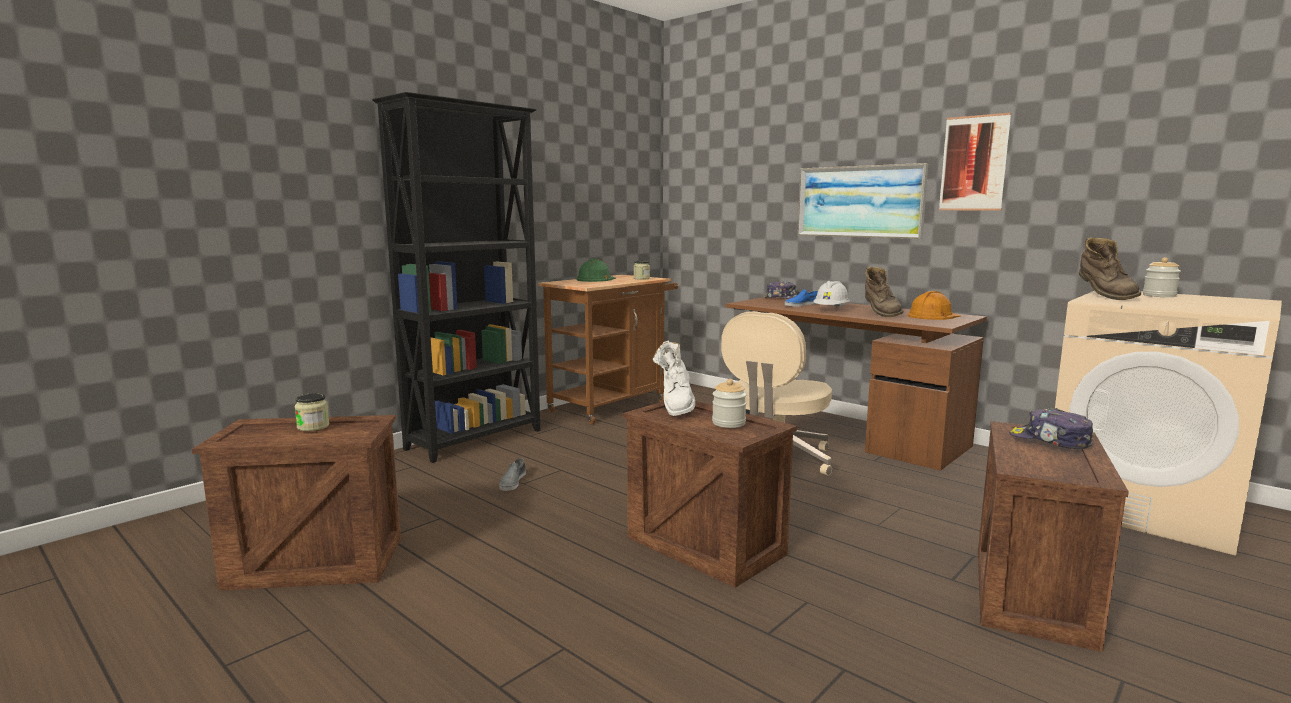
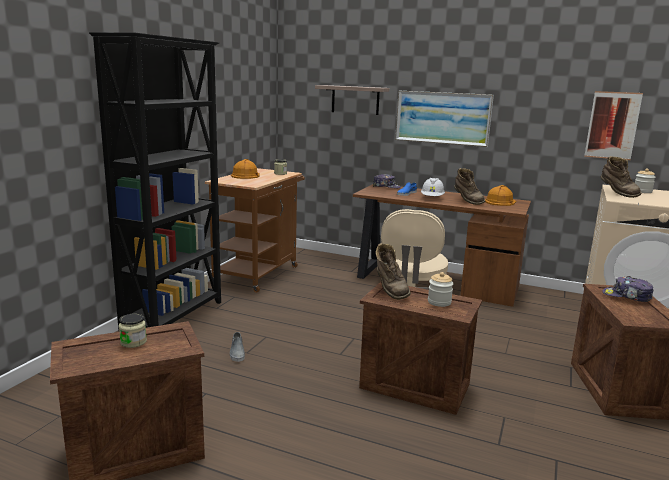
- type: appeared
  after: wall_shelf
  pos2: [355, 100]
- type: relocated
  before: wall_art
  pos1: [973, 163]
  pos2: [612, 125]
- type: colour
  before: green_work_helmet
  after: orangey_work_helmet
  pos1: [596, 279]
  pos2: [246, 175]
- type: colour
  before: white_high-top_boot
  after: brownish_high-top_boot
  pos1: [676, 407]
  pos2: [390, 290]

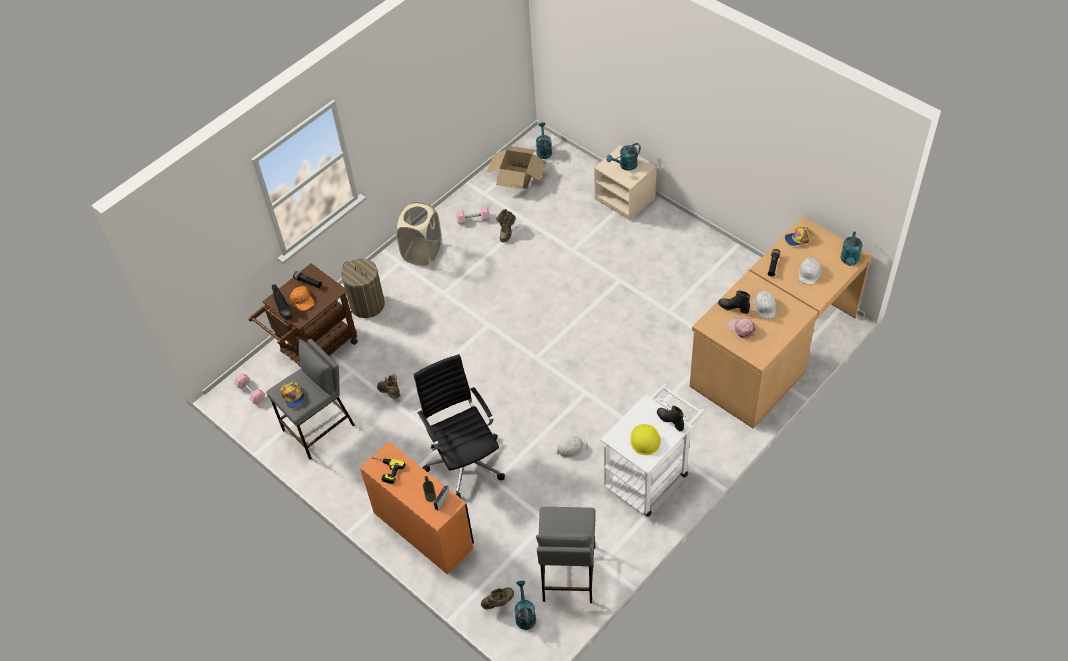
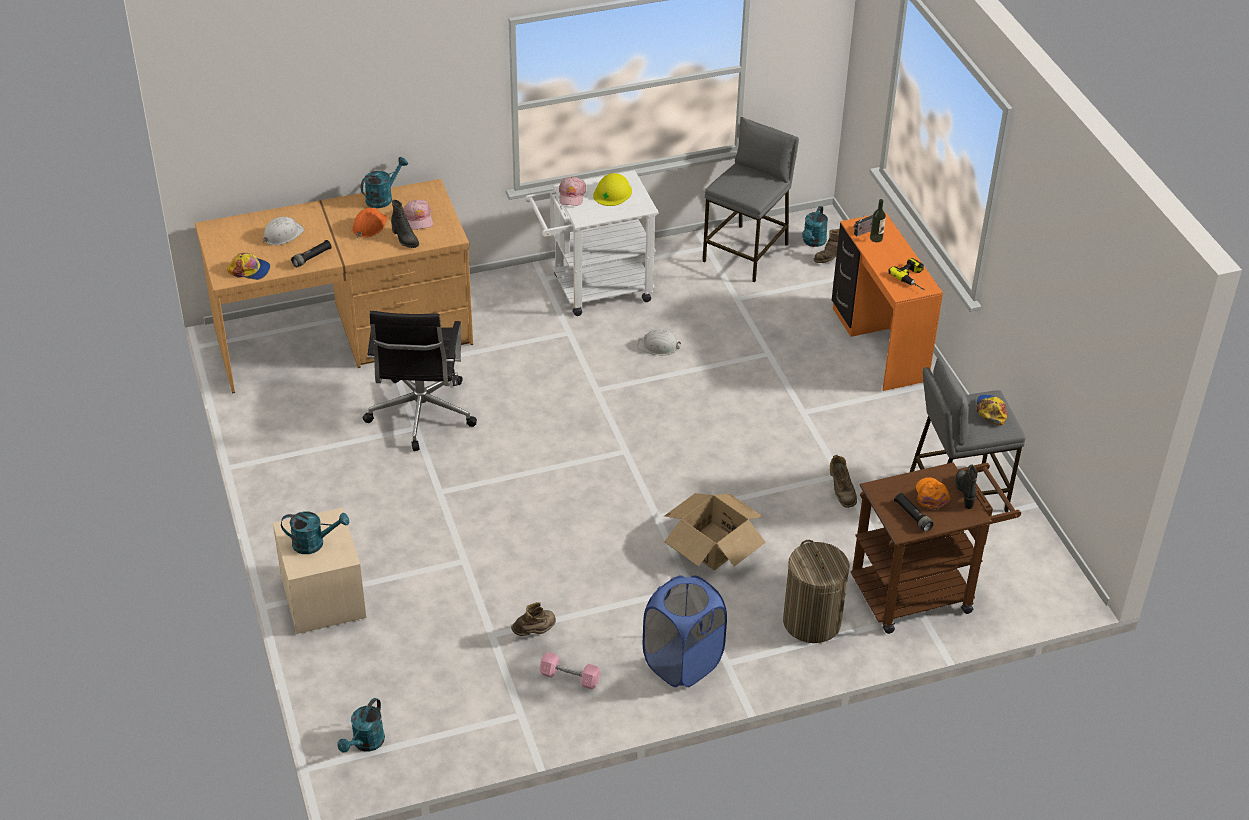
- type: missing
  before: pink_dumbbell
  pos1: [251, 392]
- type: relocated
  before: blackish_computer_chair
  pos1: [464, 461]
  pos2: [420, 415]
- type: relocated
  before: cardboard_box
  pos1: [517, 177]
  pos2: [712, 545]
- type: relocated
  before: blue-green_sprinkling_can
  pos1: [849, 260]
  pos2: [383, 198]
- type: exchanged
  before: blackish_high-top_boot
  after: pink_baseball_cap
  pos1: [670, 421]
  pos2: [572, 195]
- type: colour
  before: sand-coloured_washing_basket
  after: bluish_washing_basket
  pos1: [422, 252]
  pos2: [682, 662]
- type: colour
  before: white_work_helmet
  after: orangey_work_helmet
  pos1: [765, 306]
  pos2: [369, 226]

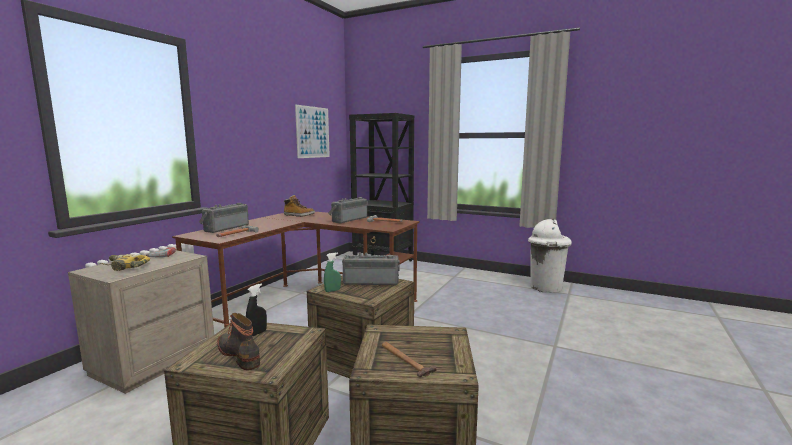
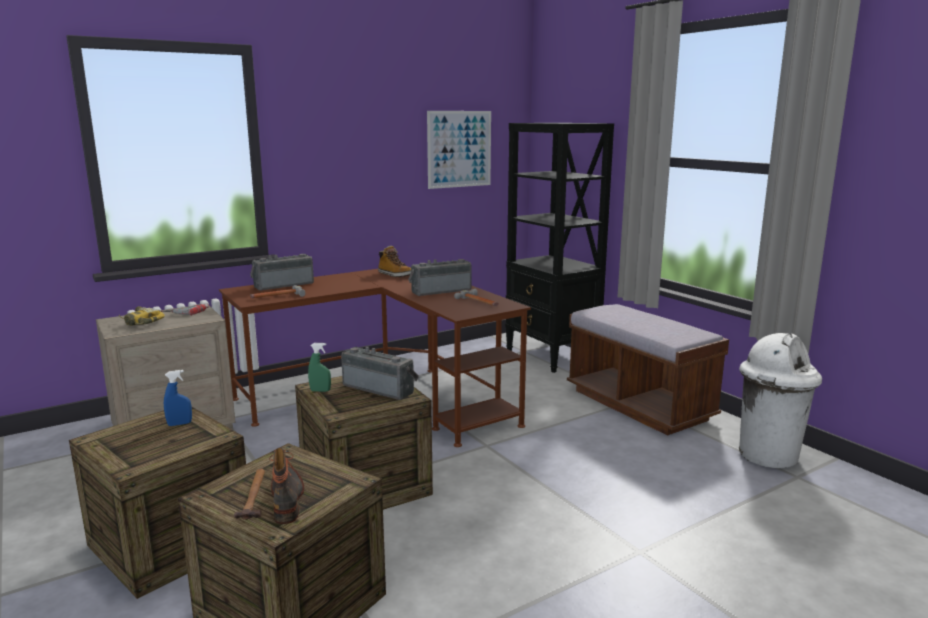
- type: appeared
  after: brownish_indoor_bench
  pos2: [638, 405]
- type: relocated
  before: high-top_boot
  pos1: [240, 354]
  pos2: [287, 499]
- type: colour
  before: blackish_sprayer
  after: bluish_sprayer
  pos1: [257, 333]
  pos2: [179, 424]

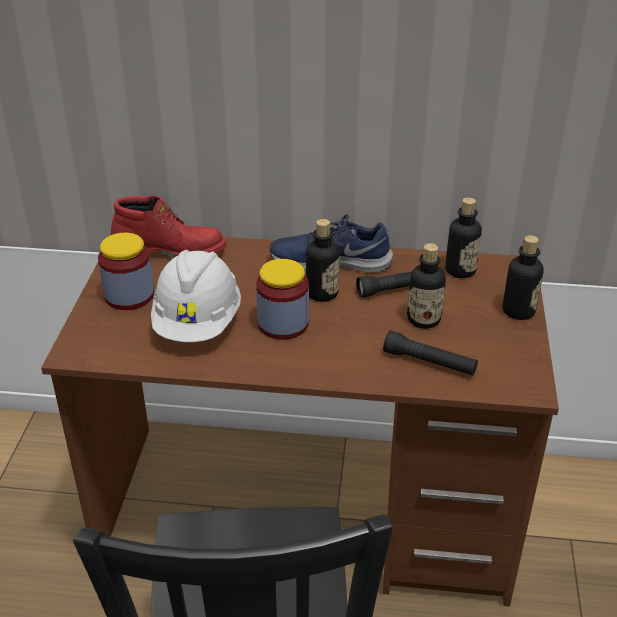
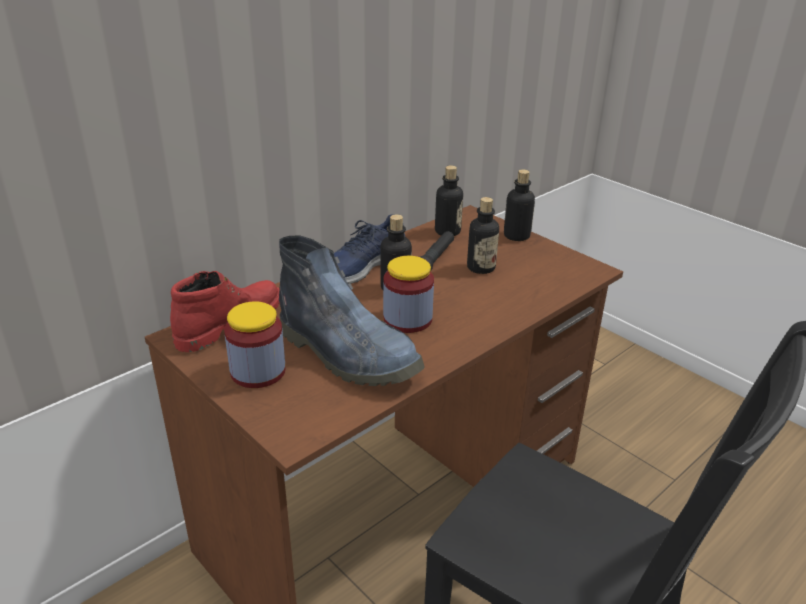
- type: missing
  before: blackish_torch
  pos1: [429, 362]
- type: exchanged
  before: white_work_helmet
  after: high-top_boot
  pos1: [198, 323]
  pos2: [349, 355]

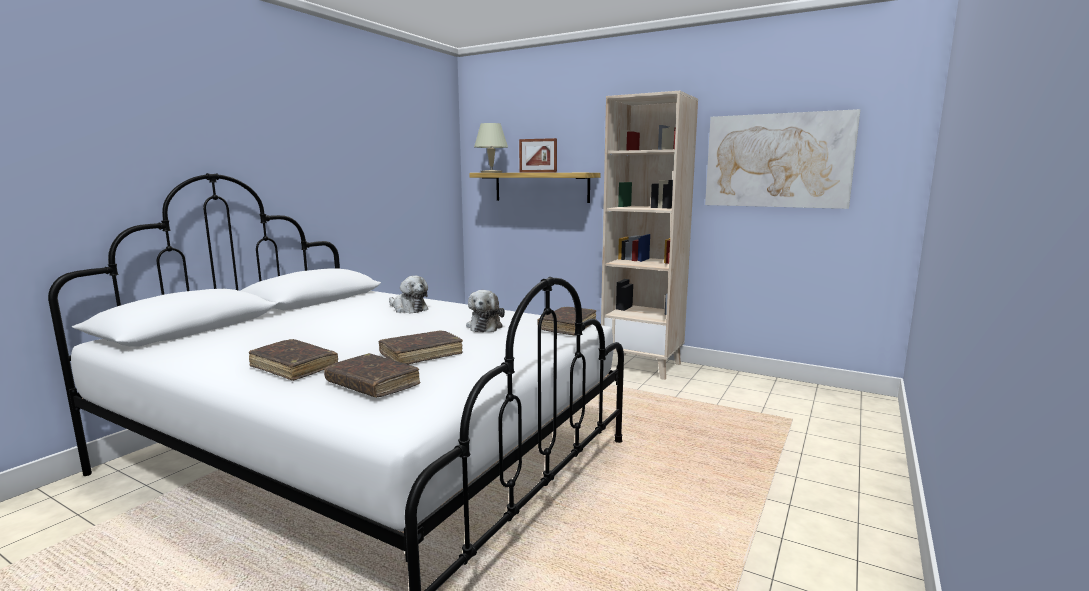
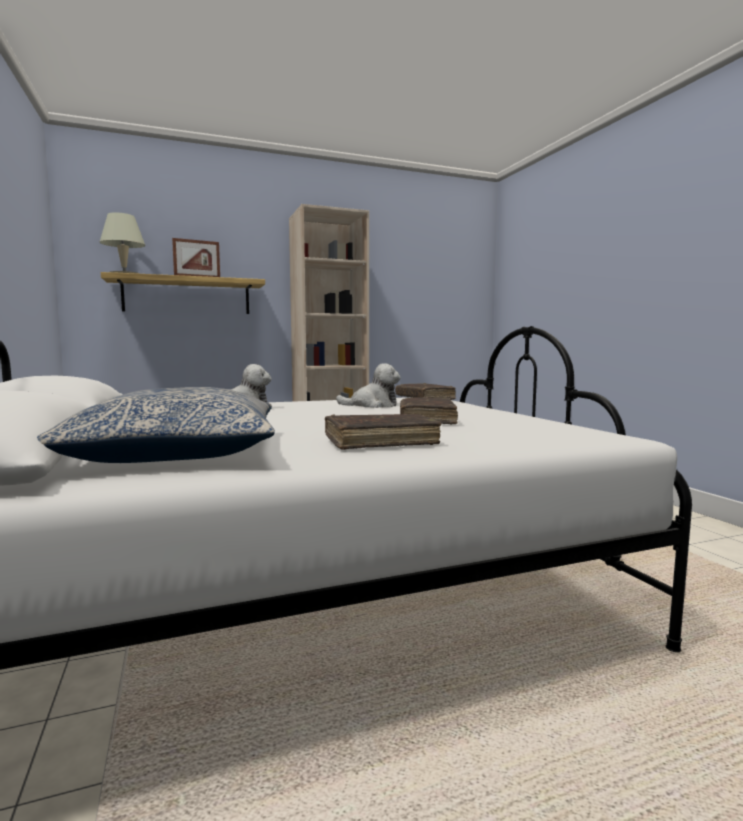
- type: missing
  before: brownish_volume
  pos1: [372, 384]
- type: missing
  before: wall_art
  pos1: [777, 160]
- type: appeared
  after: cushion
  pos2: [177, 452]
- type: spun
  before: cuddly_toy
  pos1: [485, 326]
  pos2: [372, 405]
  turn: -45

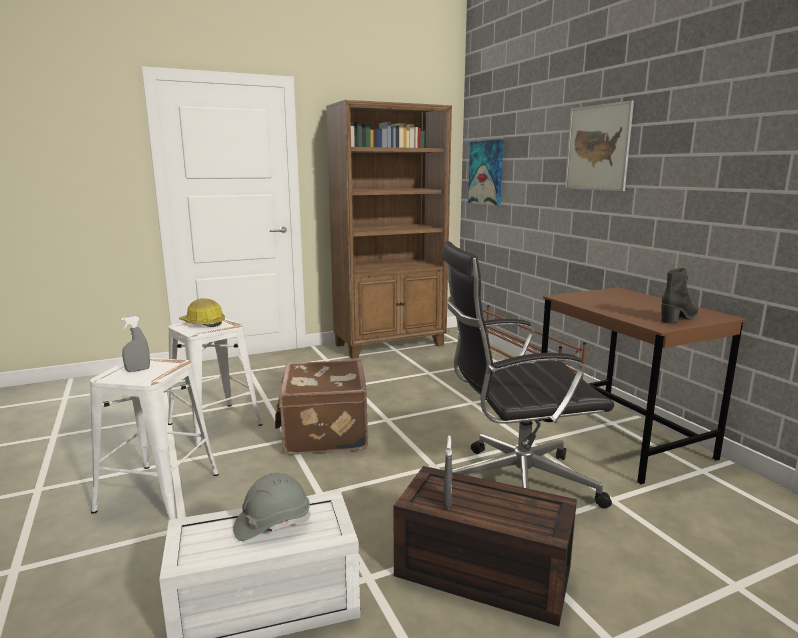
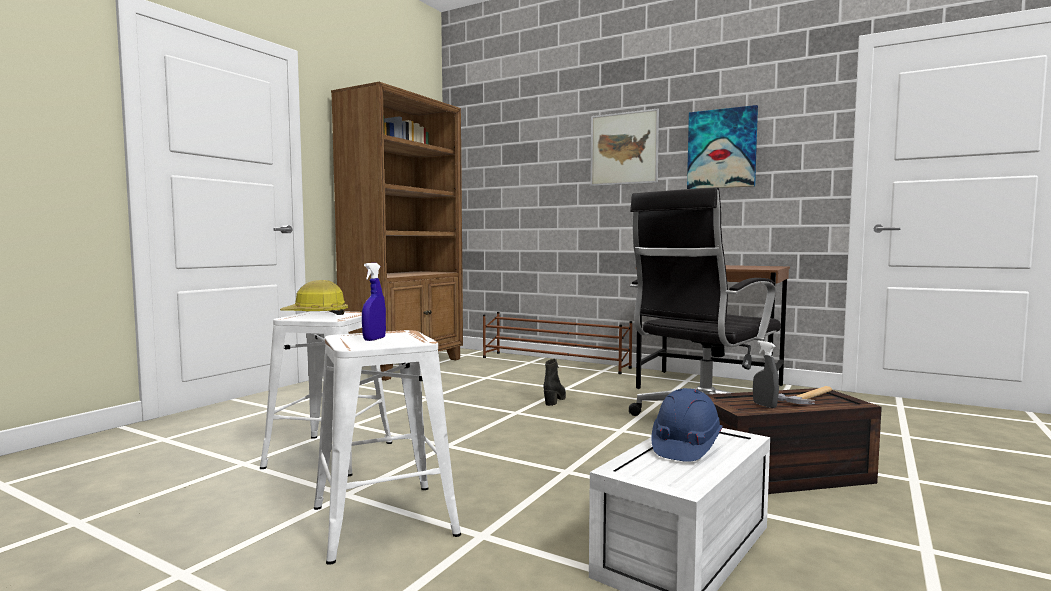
- type: missing
  before: brownish_piece_of_luggage
  pos1: [323, 433]
- type: appeared
  after: hand_hammer
  pos2: [811, 398]
- type: relocated
  before: wall_art
  pos1: [486, 173]
  pos2: [722, 149]
- type: relocated
  before: blackish_high-top_boot
  pos1: [679, 318]
  pos2: [555, 399]
- type: colour
  before: greyish_sprayer
  after: bluish_sprayer
  pos1: [138, 370]
  pos2: [374, 339]
- type: colour
  before: greyish_work_helmet
  after: bluish_work_helmet
  pos1: [272, 523]
  pos2: [685, 447]

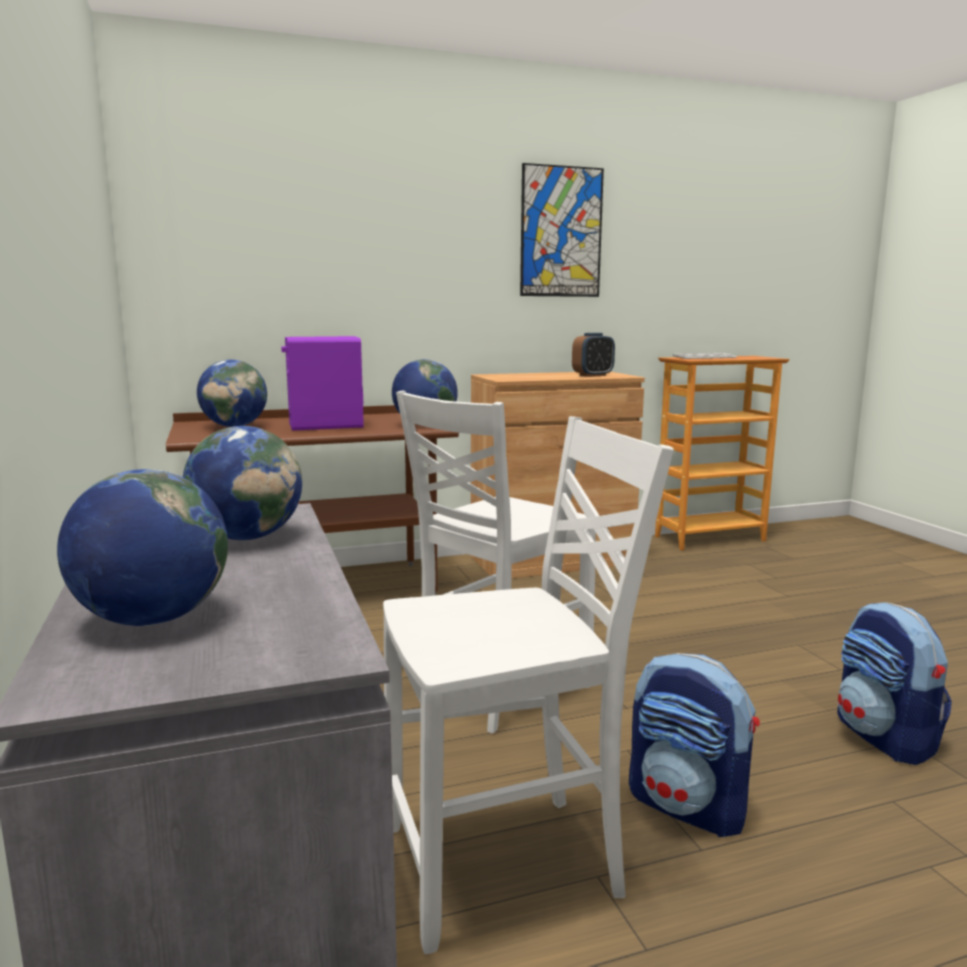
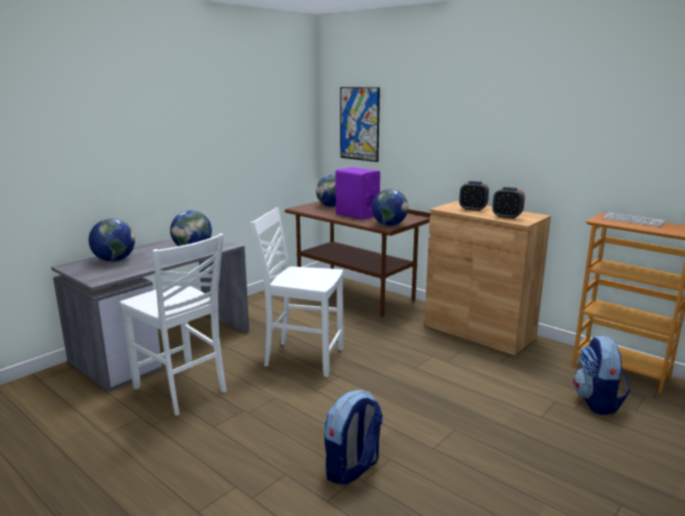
- type: appeared
  after: bedside_clock
  pos2: [473, 209]
- type: relocated
  before: wall_art
  pos1: [561, 232]
  pos2: [359, 124]
- type: relocated
  before: backpack
  pos1: [688, 806]
  pos2: [597, 402]

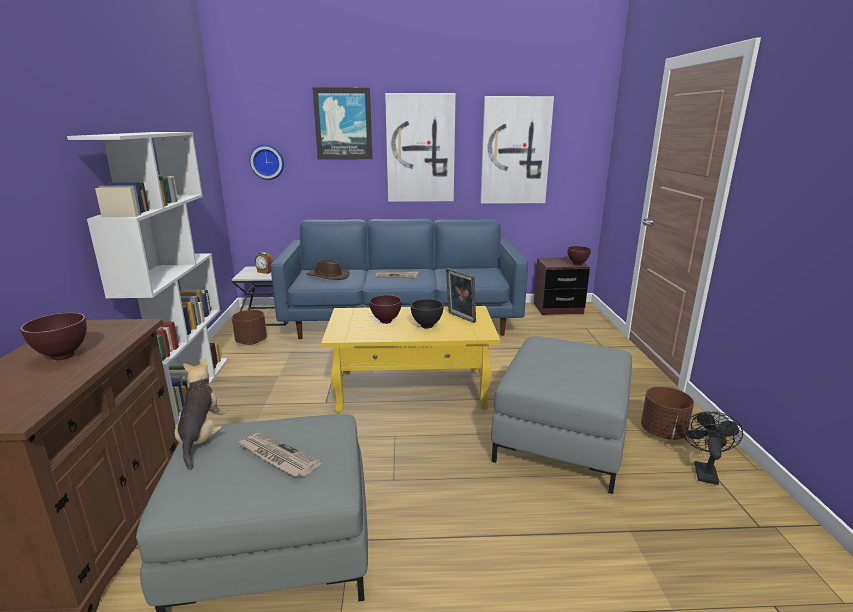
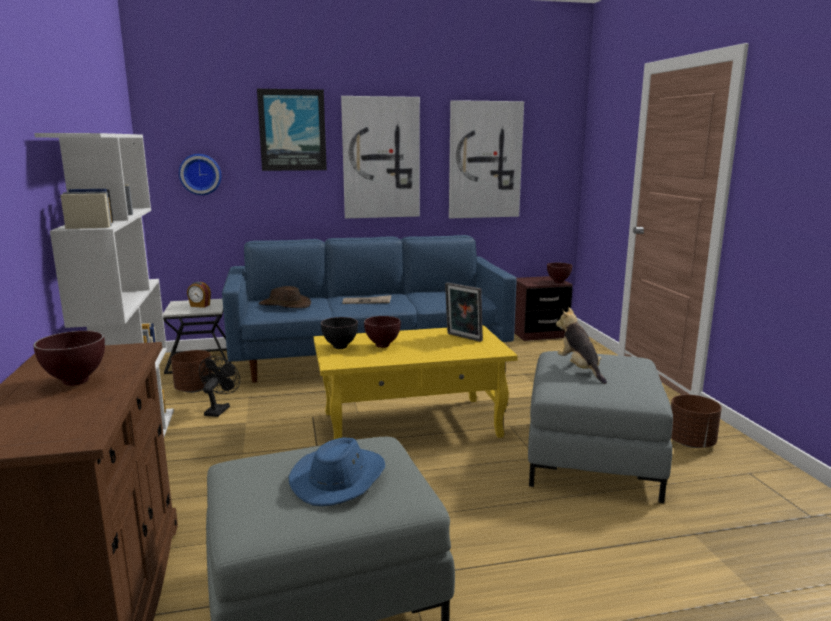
- type: relocated
  before: cuddly_toy
  pos1: [202, 438]
  pos2: [579, 369]
- type: relocated
  before: blackish_deep_dish
  pos1: [426, 326]
  pos2: [340, 347]
- type: relocated
  before: blackish_cooling_fan
  pos1: [704, 470]
  pos2: [219, 409]
- type: exchanged
  before: newspaper
  after: bluish_wearable_hat
  pos1: [277, 457]
  pos2: [339, 478]

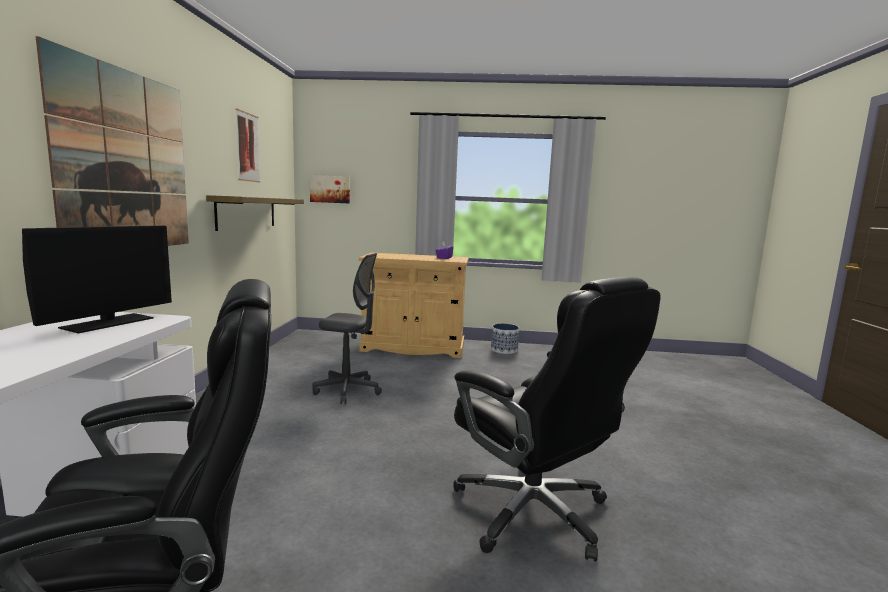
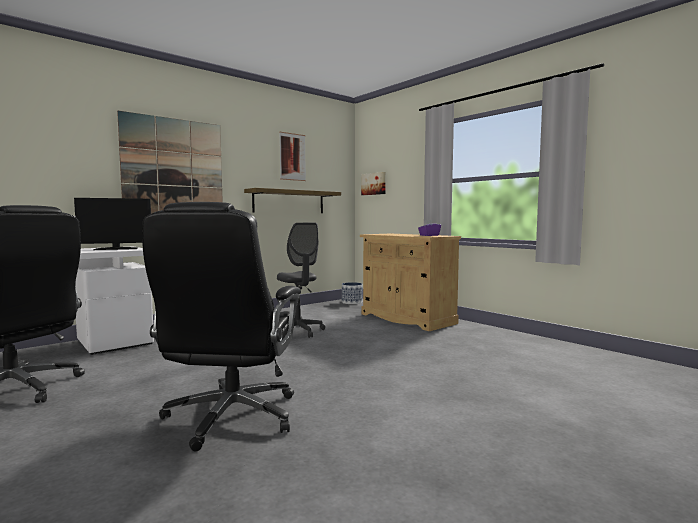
- type: relocated
  before: planter
  pos1: [504, 350]
  pos2: [351, 302]

